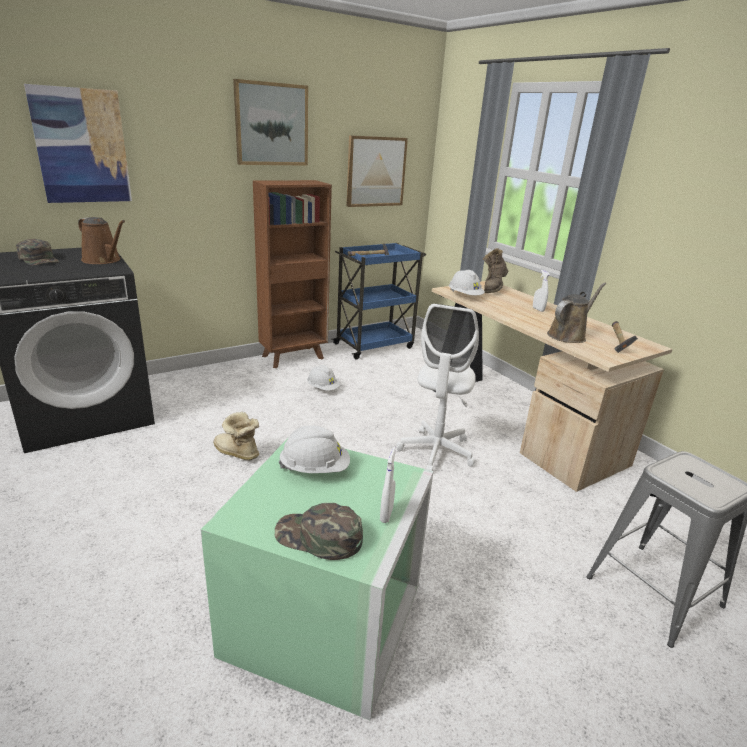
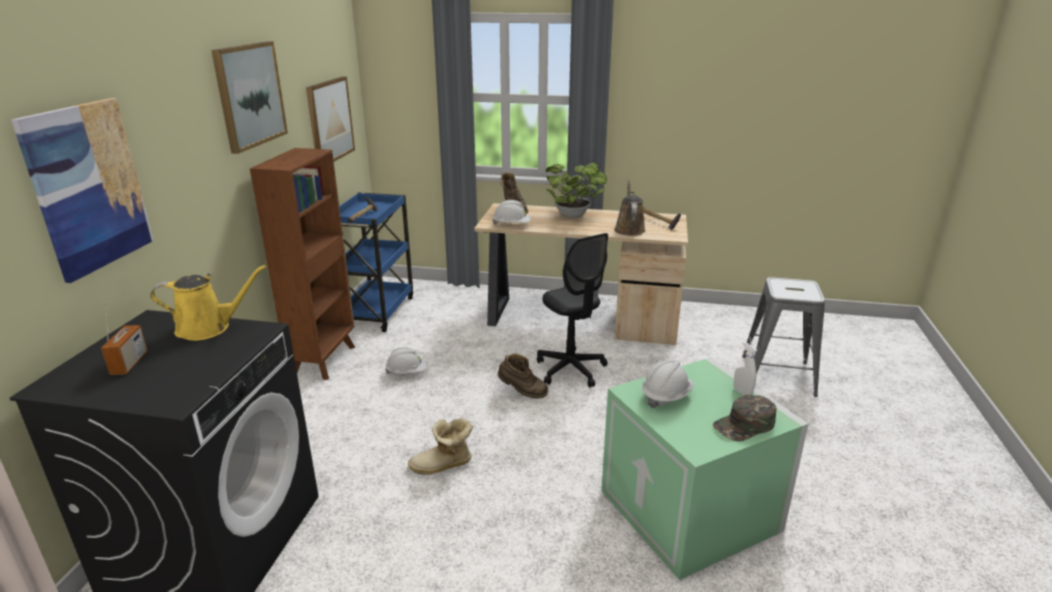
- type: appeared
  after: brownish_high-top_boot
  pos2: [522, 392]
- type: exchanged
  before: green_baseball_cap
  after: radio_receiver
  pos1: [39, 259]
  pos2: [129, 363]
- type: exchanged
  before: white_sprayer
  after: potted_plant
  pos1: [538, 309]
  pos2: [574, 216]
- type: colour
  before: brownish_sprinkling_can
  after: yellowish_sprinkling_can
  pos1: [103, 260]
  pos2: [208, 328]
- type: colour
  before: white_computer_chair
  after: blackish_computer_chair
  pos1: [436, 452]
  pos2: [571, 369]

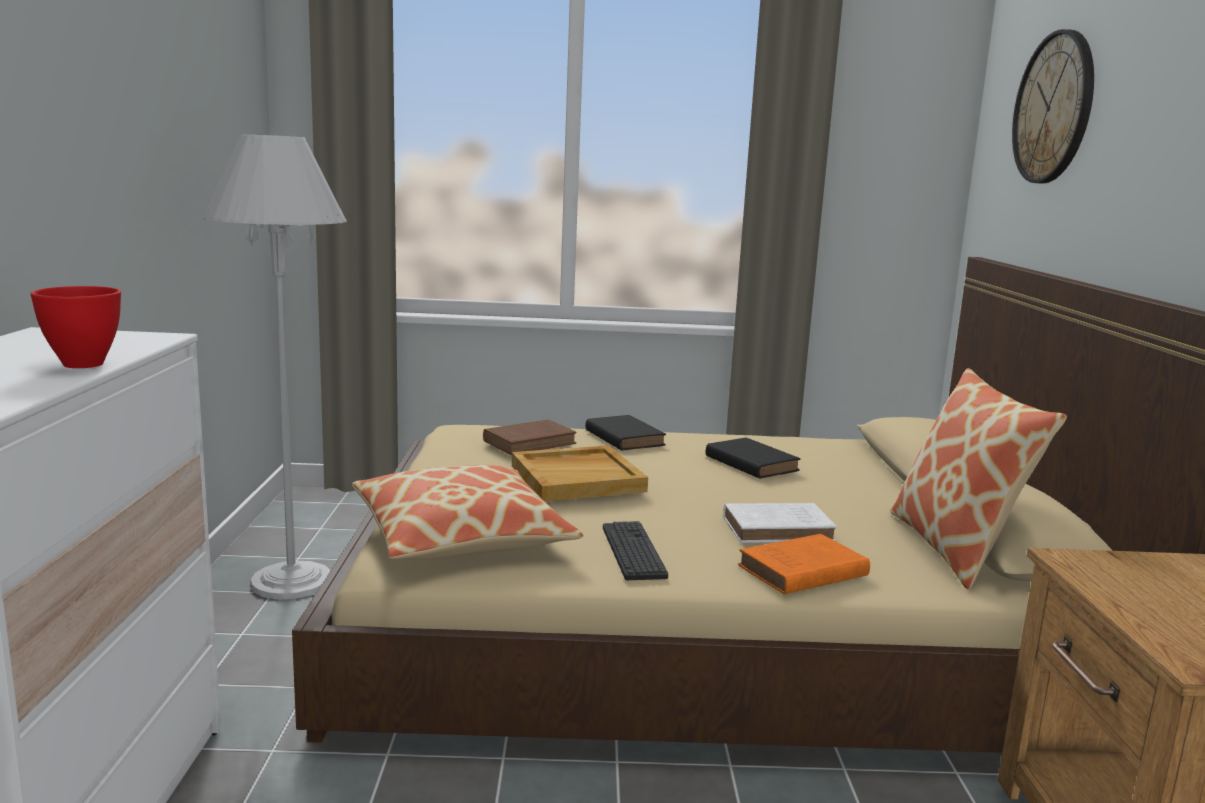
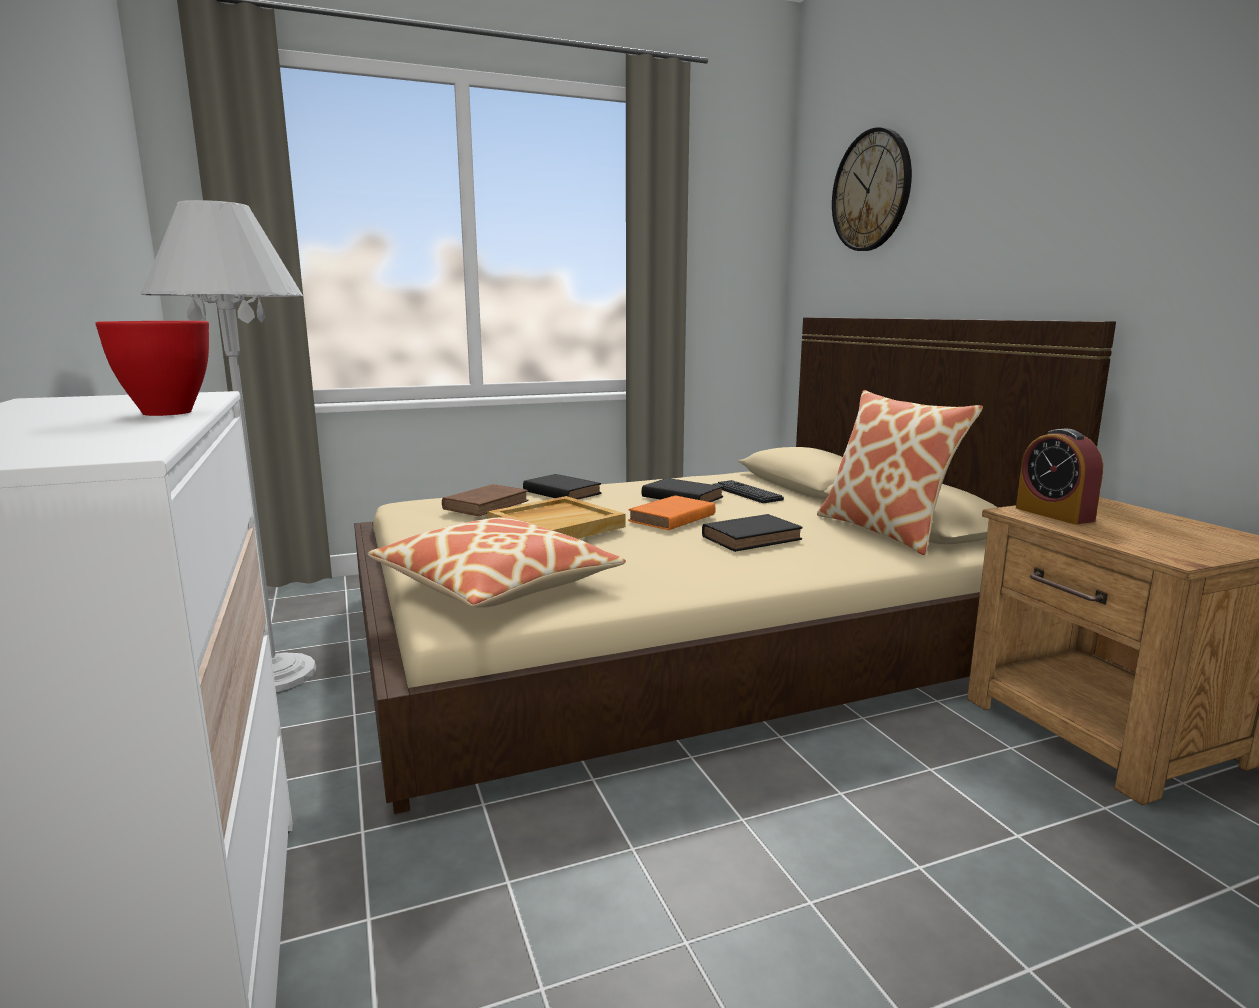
- type: appeared
  after: bedside_clock
  pos2: [1054, 514]
- type: relocated
  before: keyboard
  pos1: [633, 551]
  pos2: [746, 493]
- type: relocated
  before: orangey_volume
  pos1: [800, 572]
  pos2: [670, 518]
- type: colour
  before: white_volume
  after: blackish_volume
  pos1: [780, 529]
  pos2: [753, 538]

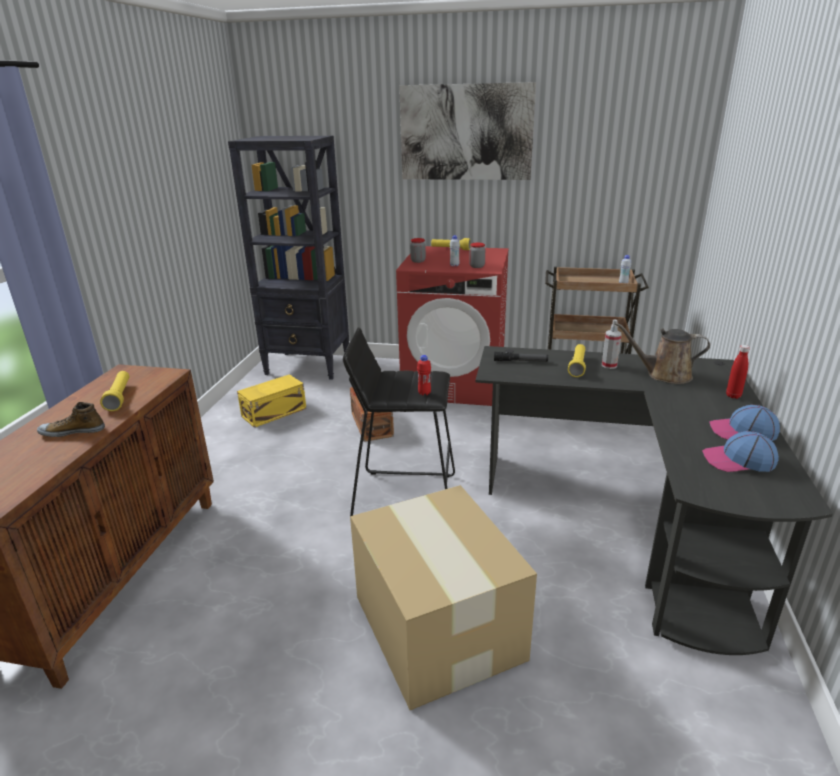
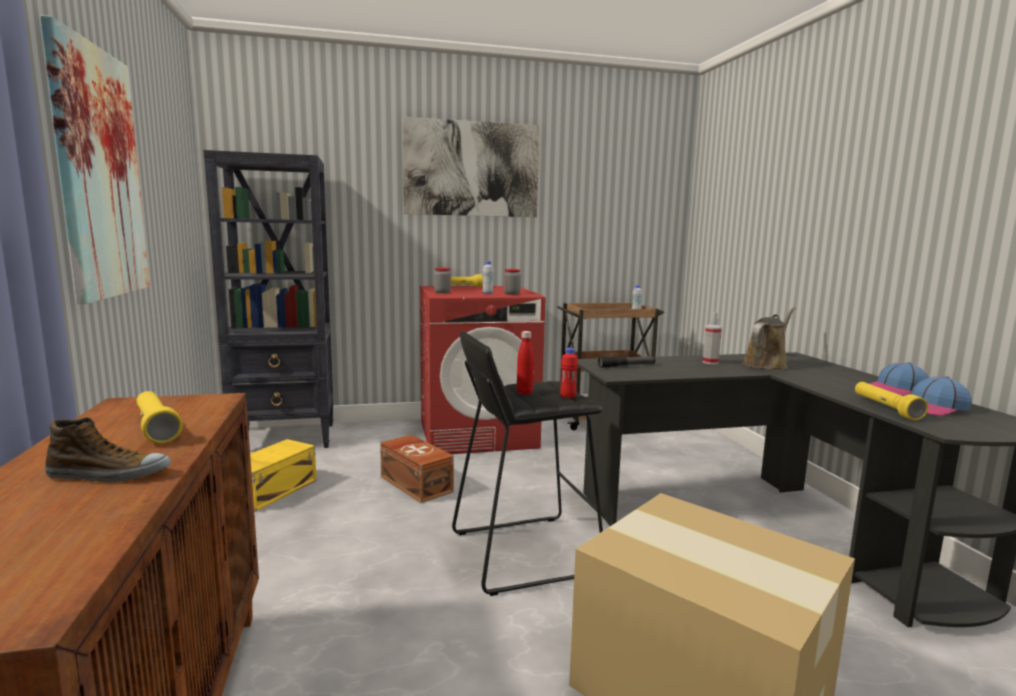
- type: appeared
  after: wall_art
  pos2: [99, 174]
- type: relocated
  before: yellowish_torch
  pos1: [577, 366]
  pos2: [885, 408]
- type: relocated
  before: red_drink_bottle
  pos1: [733, 396]
  pos2: [524, 392]
- type: spun
  before: item_of_footwear
  pos1: [73, 431]
  pos2: [108, 474]
  turn: -150
- type: spun
  before: brownish_sprinkling_can
  pos1: [664, 375]
  pos2: [766, 364]
  turn: 150

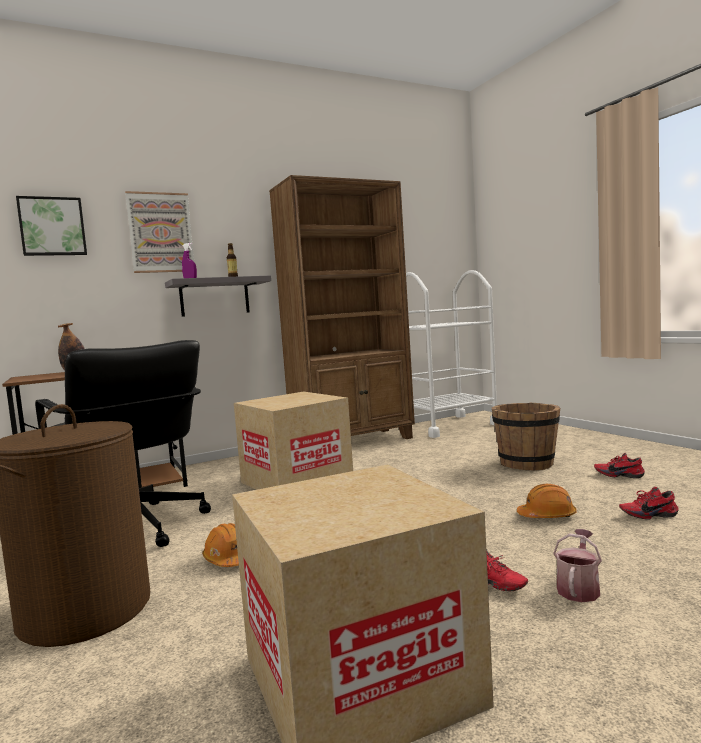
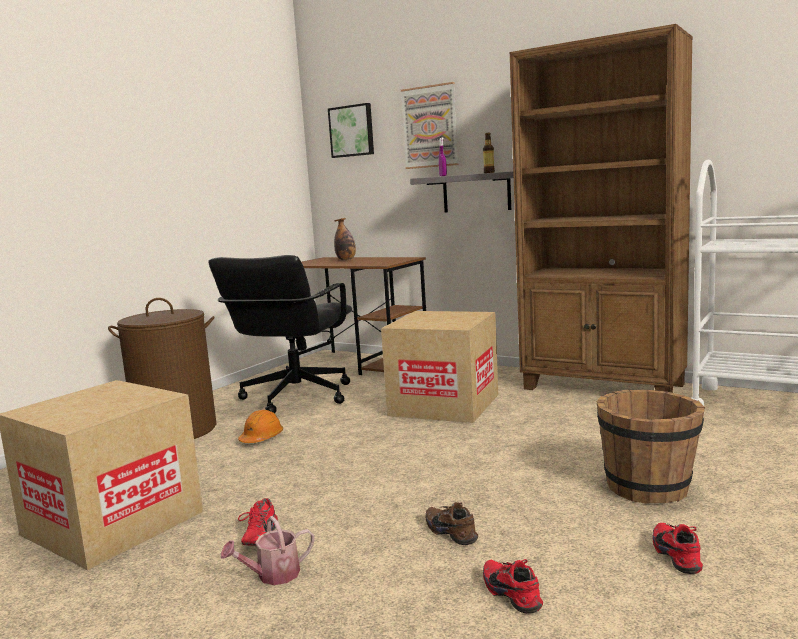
- type: exchanged
  before: orangey_work_helmet
  after: brownish_item_of_footwear
  pos1: [547, 516]
  pos2: [453, 532]
- type: spun
  before: sprinkling_can
  pos1: [579, 588]
  pos2: [272, 575]
  turn: 150

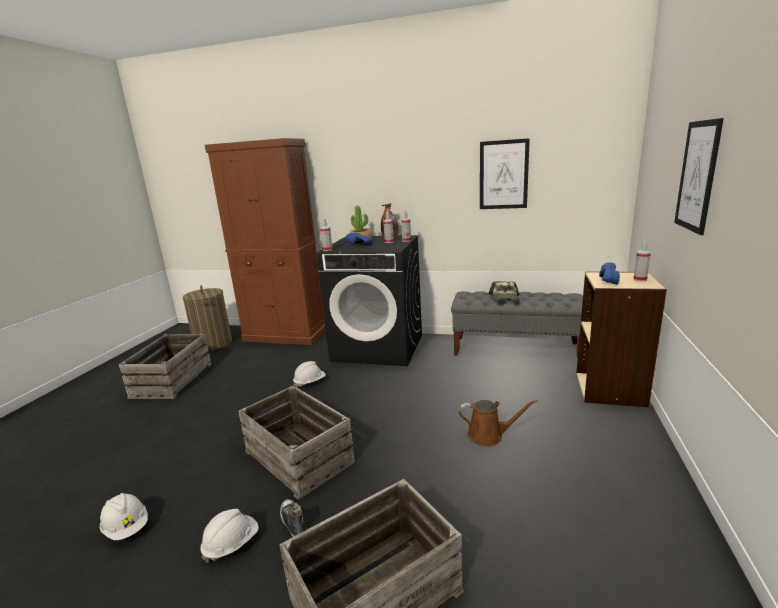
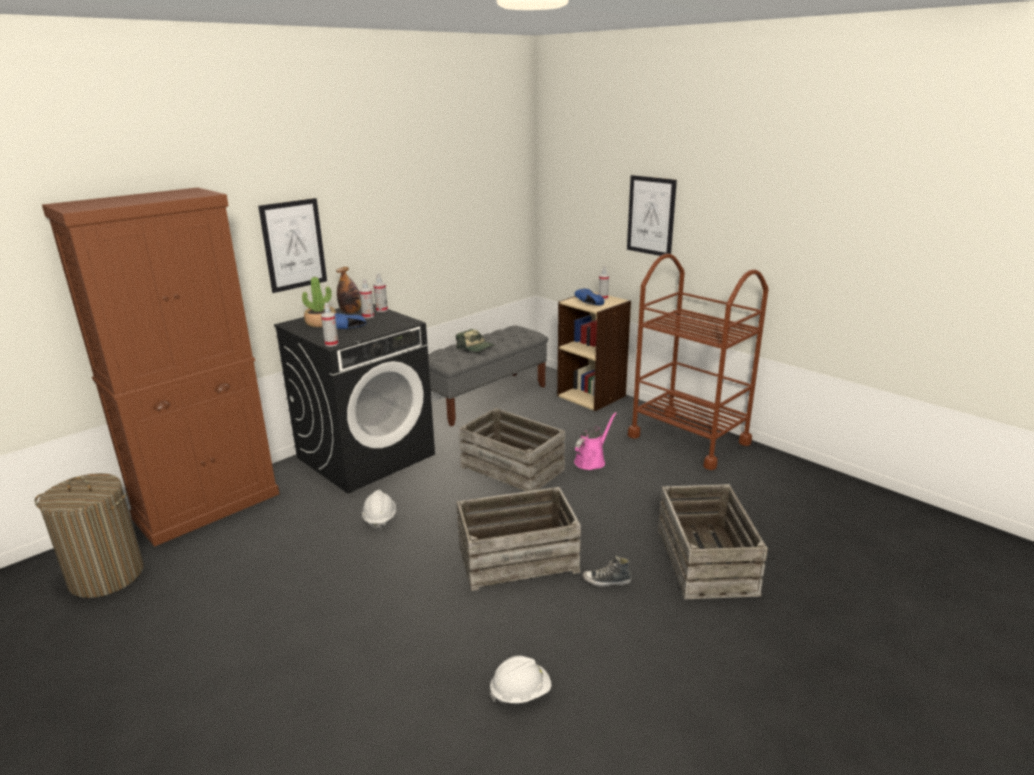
- type: missing
  before: white_work_helmet
  pos1: [231, 544]
- type: appeared
  after: brownish_cart
  pos2: [688, 439]
- type: relocated
  before: crate
  pos1: [173, 380]
  pos2: [513, 468]
- type: relocated
  before: wall_art
  pos1: [503, 175]
  pos2: [294, 245]
- type: colour
  before: brownish_sprinkling_can
  after: pink_sprinkling_can
  pos1: [489, 436]
  pos2: [591, 461]

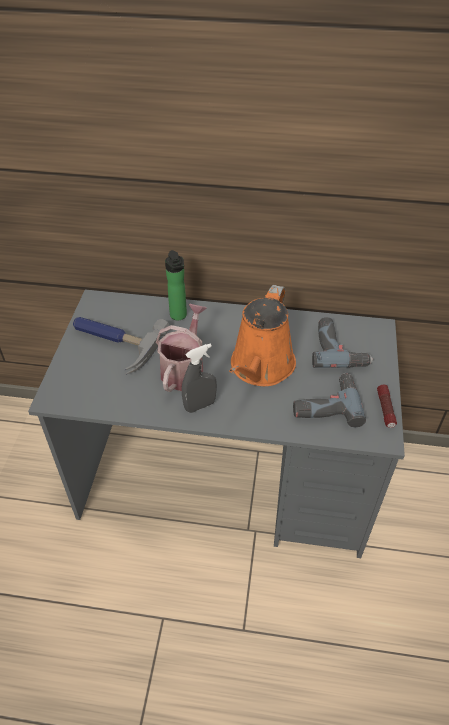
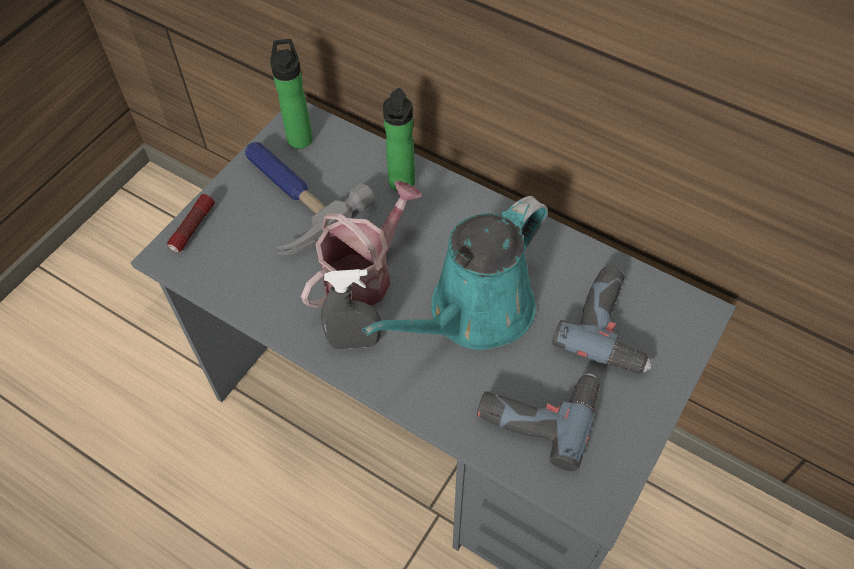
- type: appeared
  after: drink_bottle
  pos2: [299, 136]
- type: relocated
  before: torch
  pos1: [385, 409]
  pos2: [193, 228]
- type: colour
  before: orangey_sprinkling_can
  after: blue-green_sprinkling_can
  pos1: [260, 367]
  pos2: [474, 313]

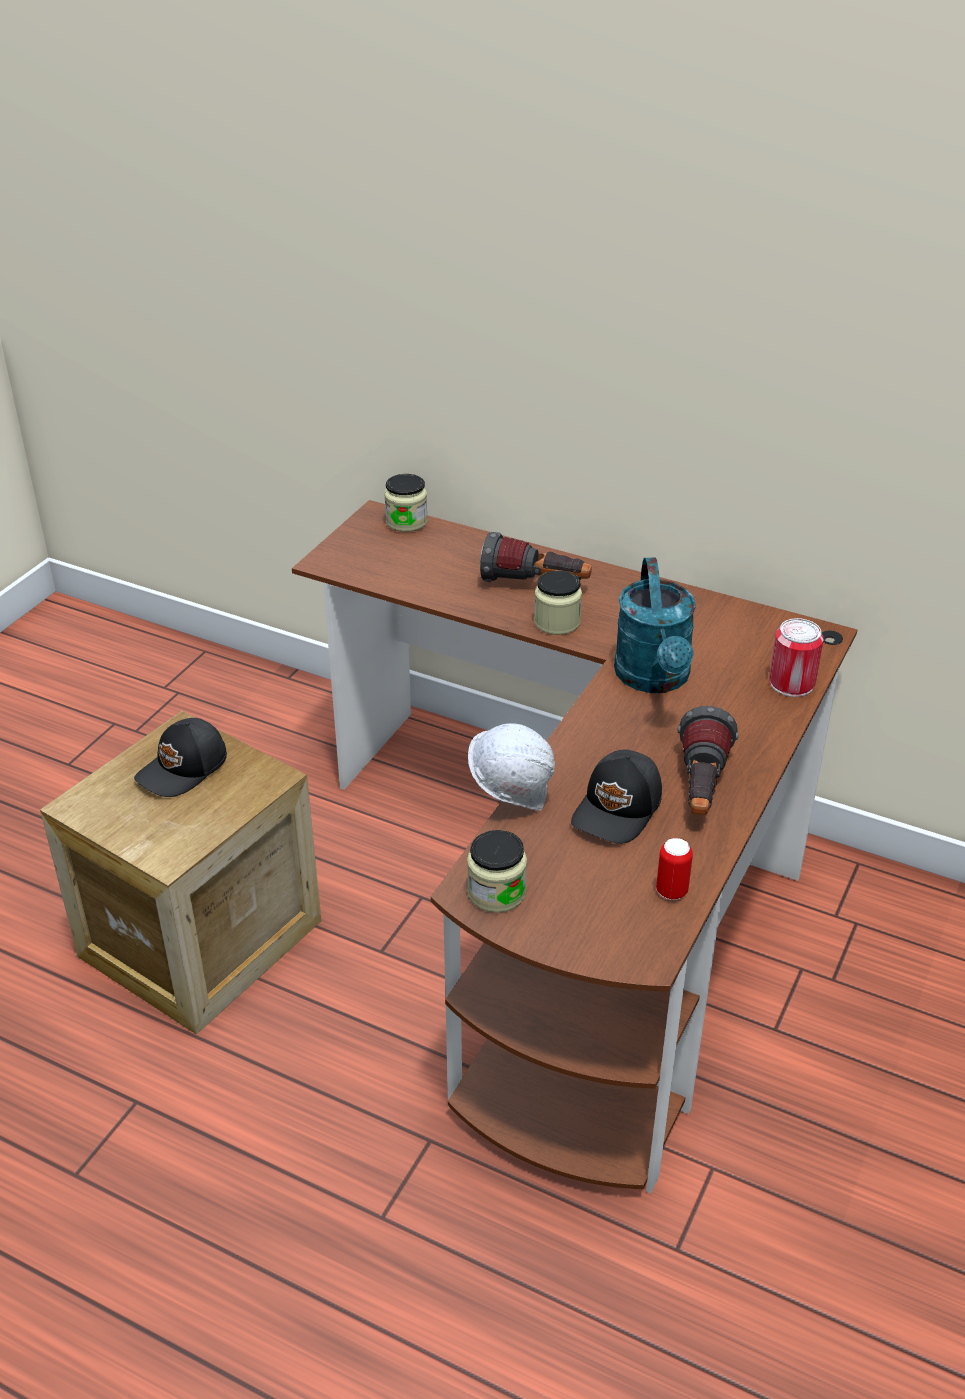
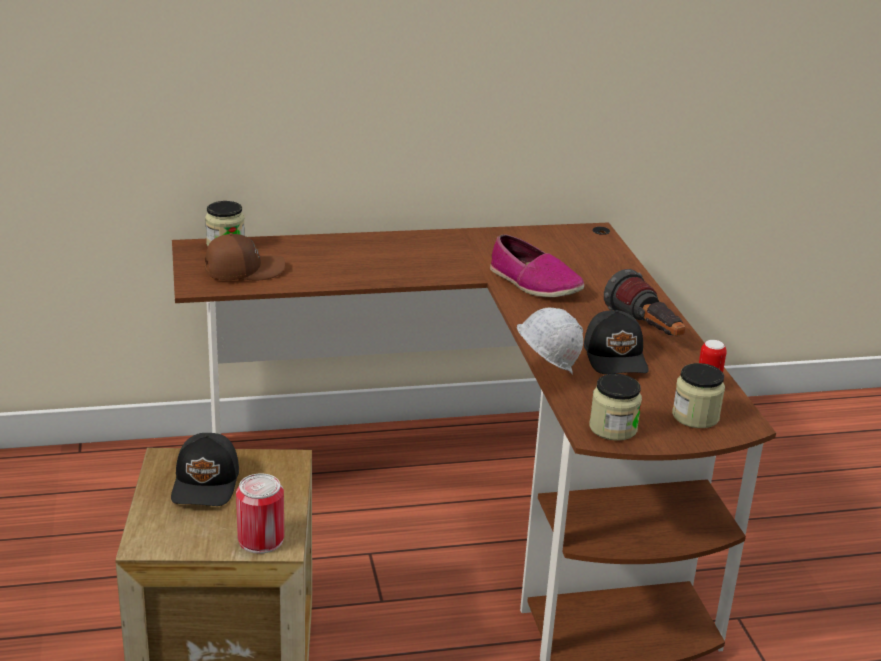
- type: missing
  before: torch
  pos1: [535, 585]
- type: appeared
  after: brownish_baseball_cap
  pos2: [243, 270]
- type: relocated
  before: jar
  pos1: [557, 622]
  pos2: [695, 416]
- type: relocated
  before: can
  pos1: [791, 683]
  pos2: [261, 539]
- type: exchanged
  before: blue-green_sprinkling_can
  after: item_of_footwear
  pos1: [655, 679]
  pos2: [534, 283]

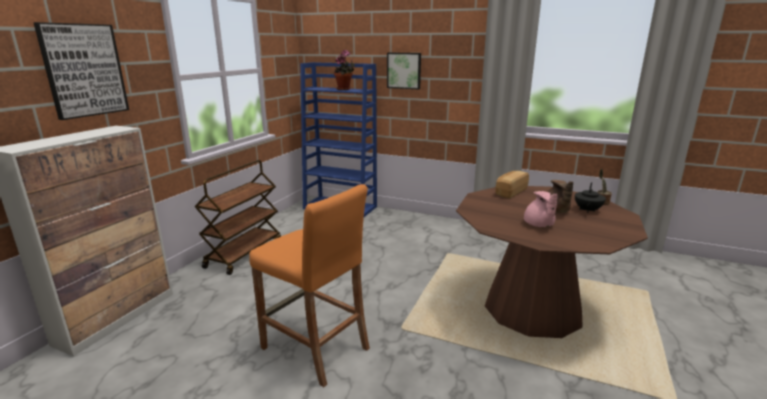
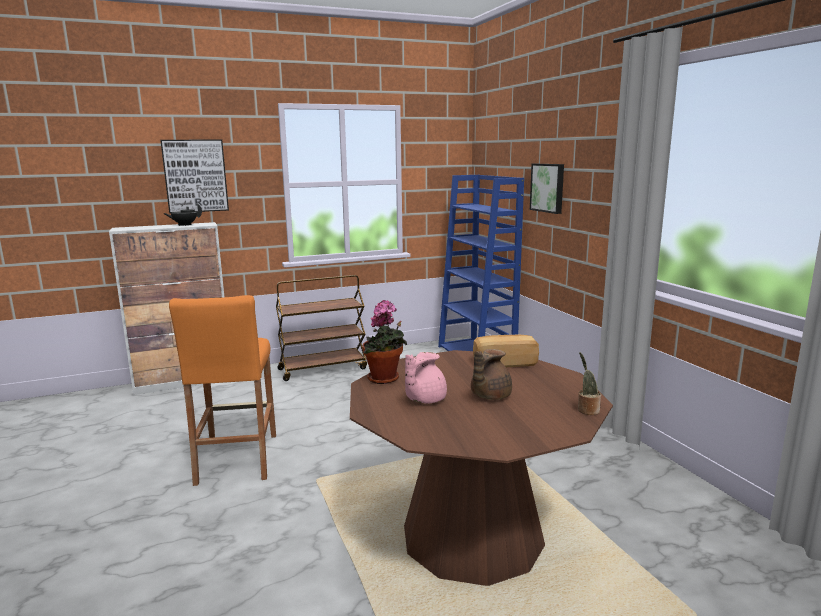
- type: relocated
  before: potted_plant
  pos1: [345, 89]
  pos2: [385, 379]
- type: relocated
  before: blackish_tea_pot
  pos1: [587, 210]
  pos2: [184, 225]

